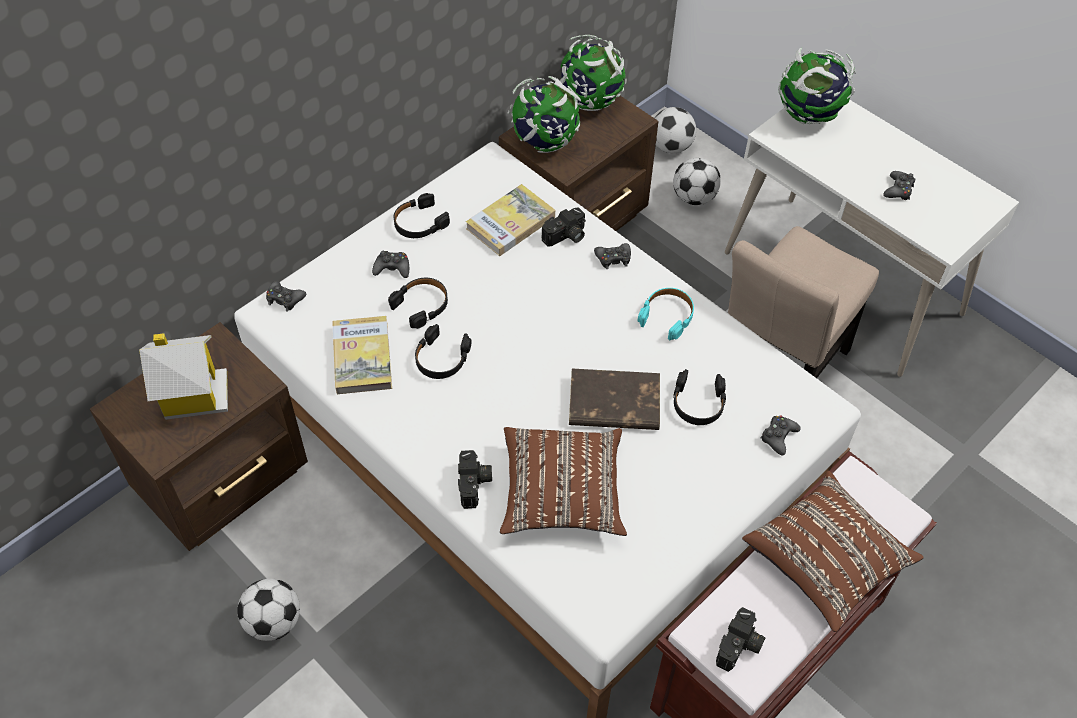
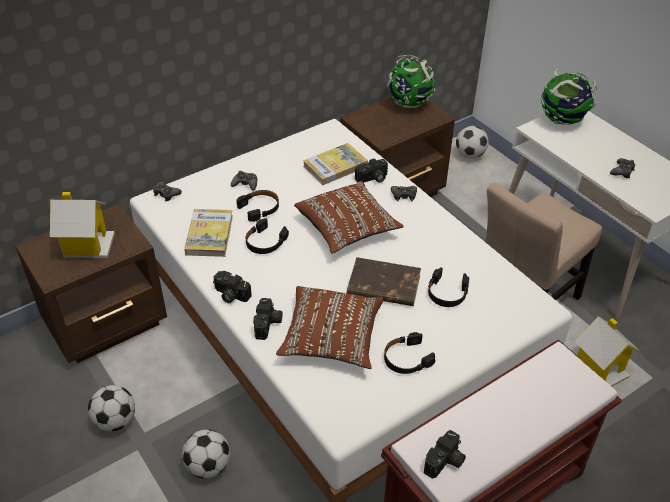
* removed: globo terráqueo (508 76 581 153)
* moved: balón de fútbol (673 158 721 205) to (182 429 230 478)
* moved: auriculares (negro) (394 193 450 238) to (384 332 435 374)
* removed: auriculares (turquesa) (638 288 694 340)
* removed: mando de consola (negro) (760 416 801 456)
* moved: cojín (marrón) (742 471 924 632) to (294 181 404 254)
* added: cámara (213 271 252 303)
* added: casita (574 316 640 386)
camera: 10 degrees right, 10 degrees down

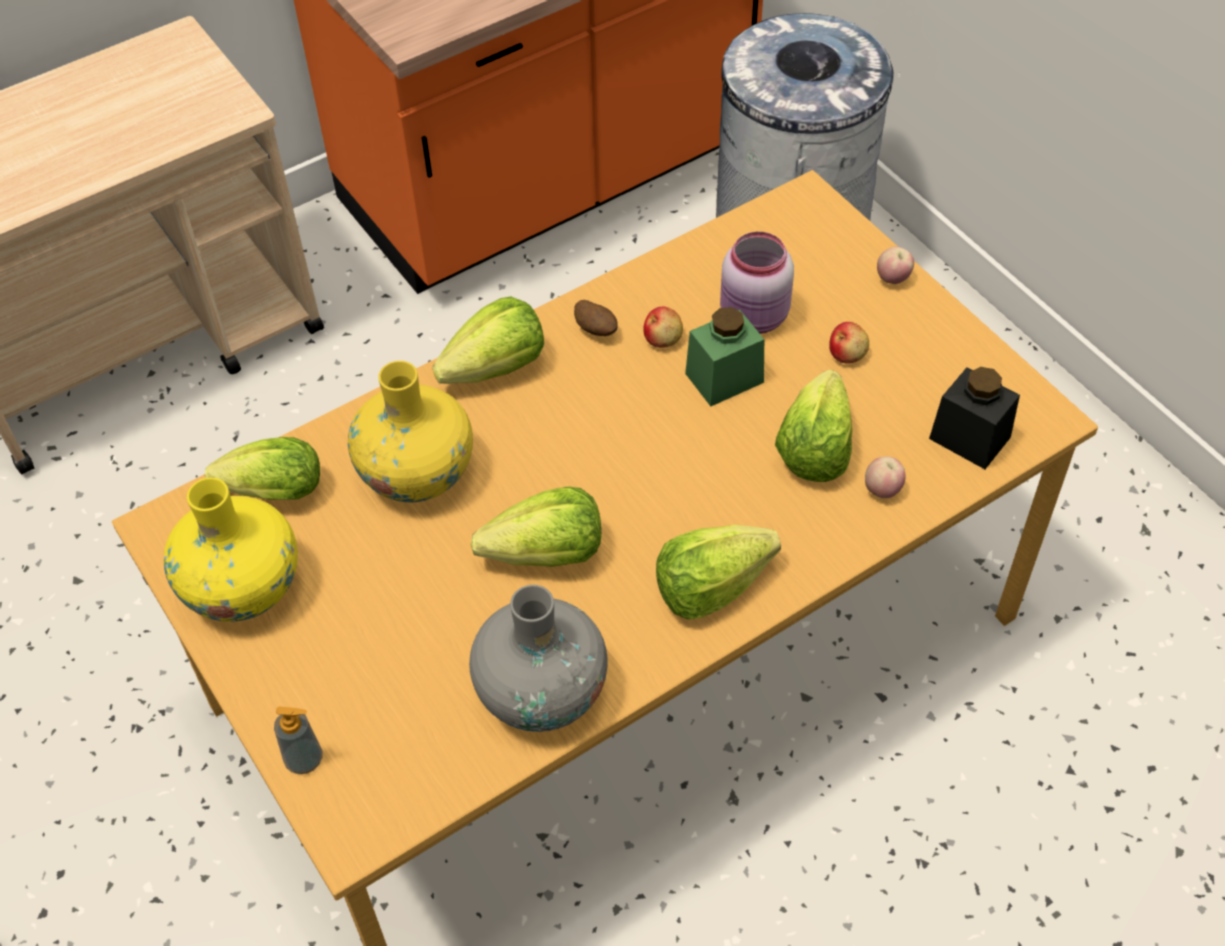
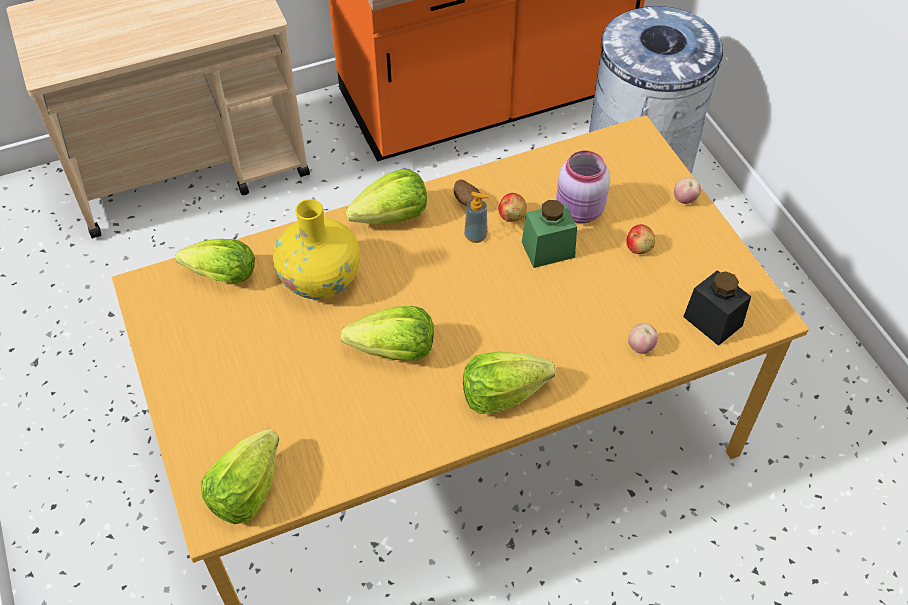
* moved: lechuga (775 370 852 482) to (201 429 279 524)
* removed: florero (amarillo) (164 478 298 622)
* removed: florero (gris) (469 585 608 732)
* moved: dispensador de jabón (274 706 322 774) to (464 192 489 243)
camera: 10 degrees right, 0 degrees up

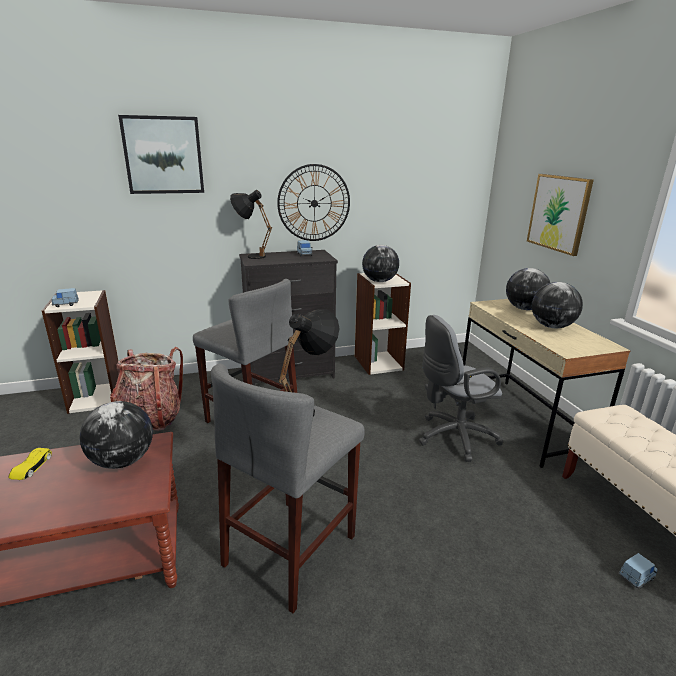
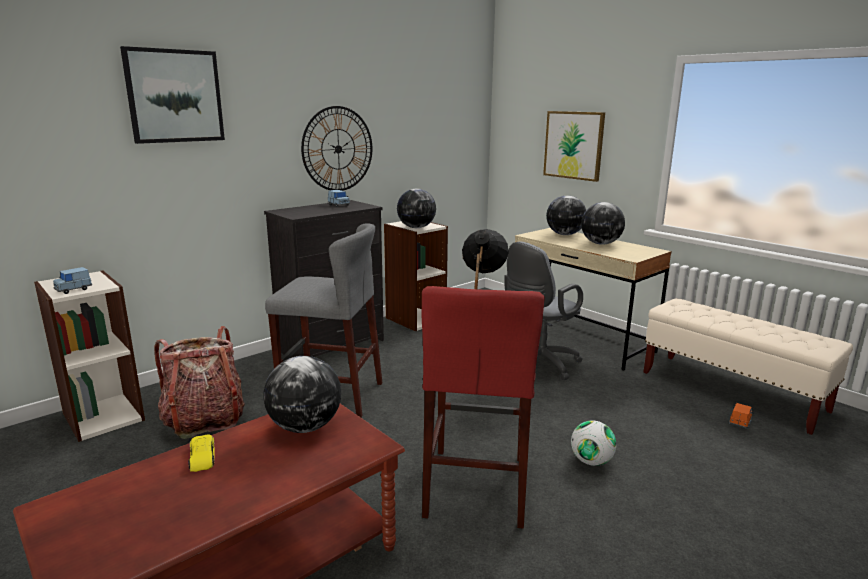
* removed: lámpara de mesa (negro) (230 190 272 259)
* recoloured: taburete (gris) (211 363 365 613) to taburete (rojo) (422 286 545 529)
* recoloured: coche de juguete (azul) (619 553 658 589) to coche de juguete (naranja) (729 403 754 429)
* added: balón de fútbol (571 420 616 466)
camera: 25 degrees left, 5 degrees down

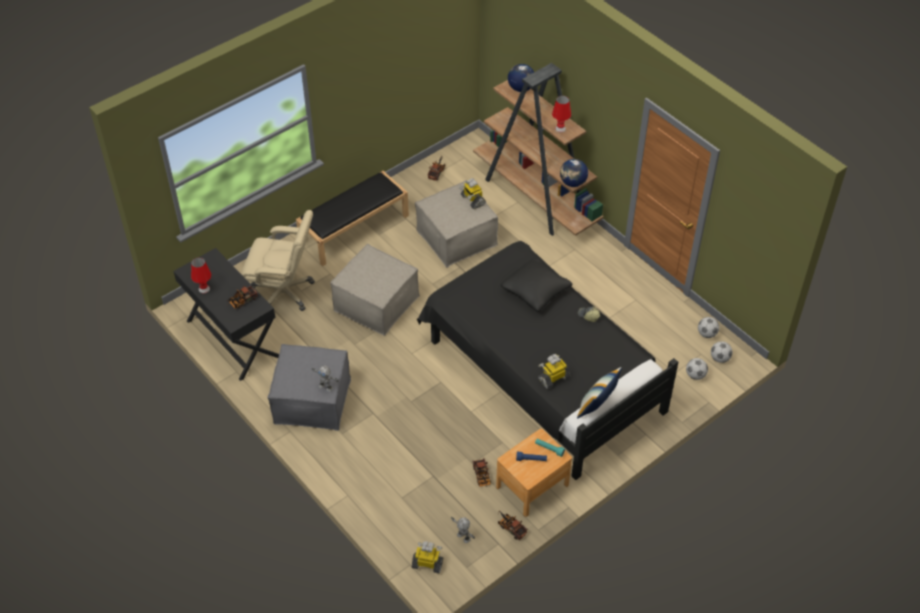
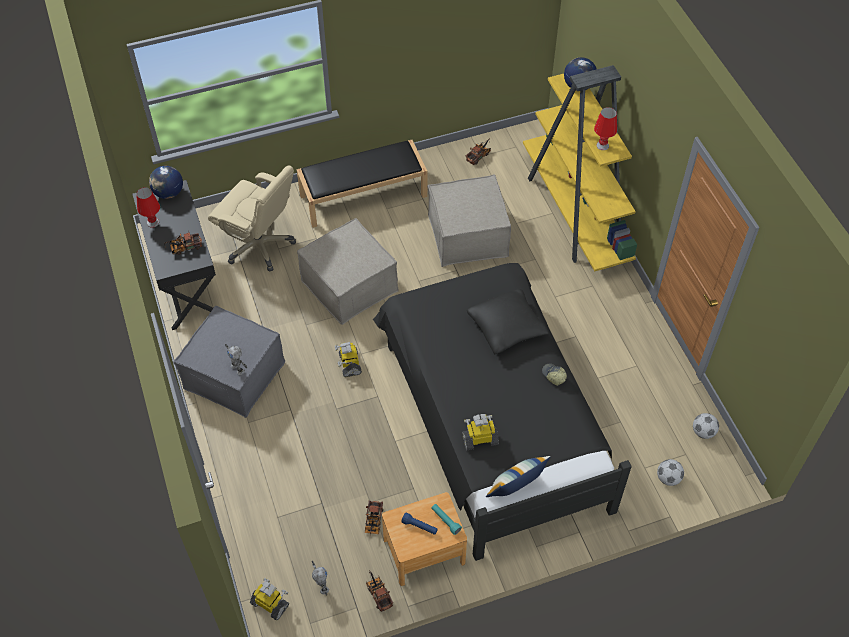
* recoloured: estantería (marrón) (473 63 604 236) to estantería (amarillo) (523 65 637 271)
* moved: globo terráqueo (560 159 588 187) to (149 166 183 199)
* moved: robot de juguete (459 178 486 209) to (335 342 362 377)
* removed: balón de fútbol (711 341 732 363)
camera: 20 degrees right, 5 degrees up

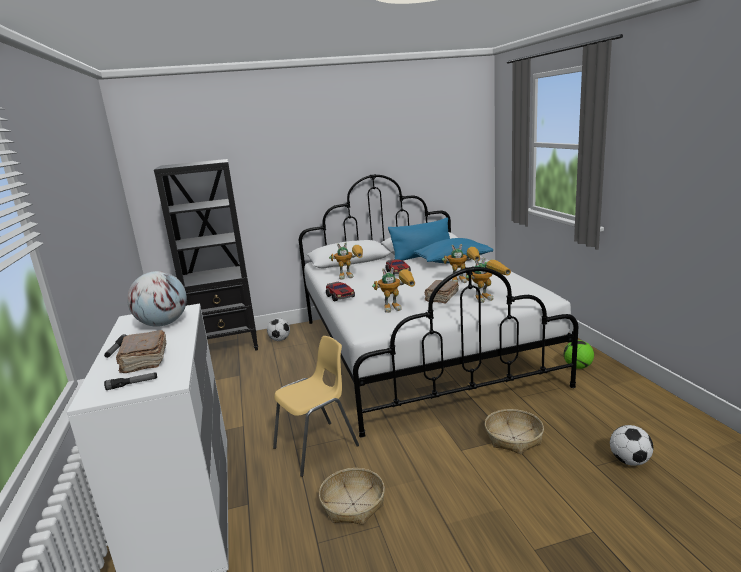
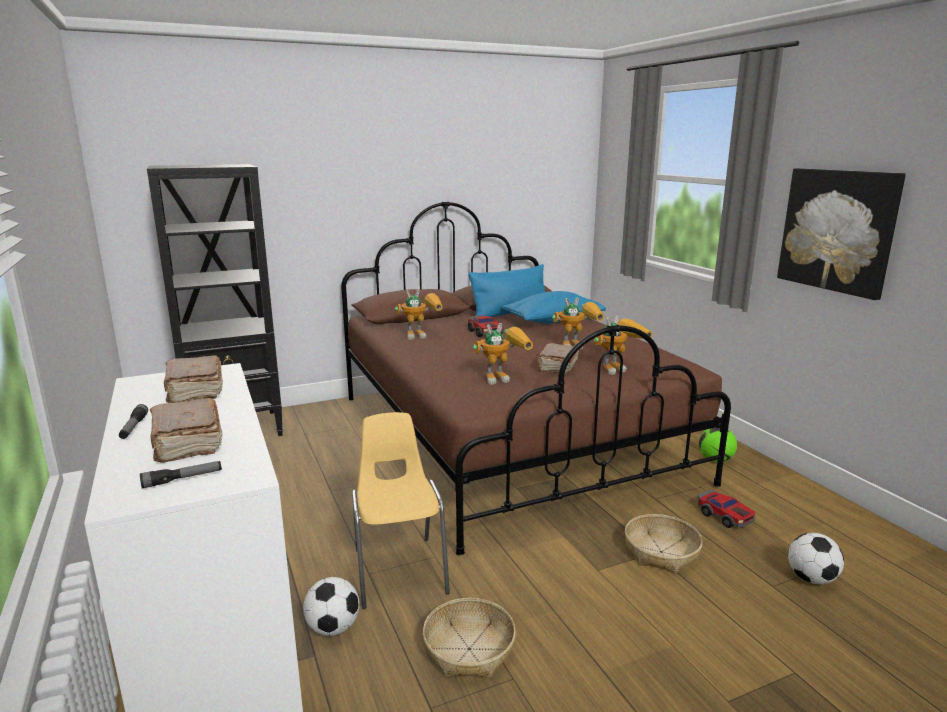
* recoloured: cama (blanco) (299 174 578 438) to cama (marrón) (341 201 731 555)
* replaced: globo terráqueo (127 271 187 327) to libro (marrón) (164 355 223 403)
* moved: coche de juguete (326 282 355 301) to (698 490 755 528)
* moved: balón de fútbol (267 318 290 341) to (303 577 360 636)
* turned: silla (amarillo) (273 336 359 477) = (352 412 450 609) 60 degrees counterclockwise
* added: cuadro (777 168 906 300)
camera: 10 degrees left, 0 degrees up

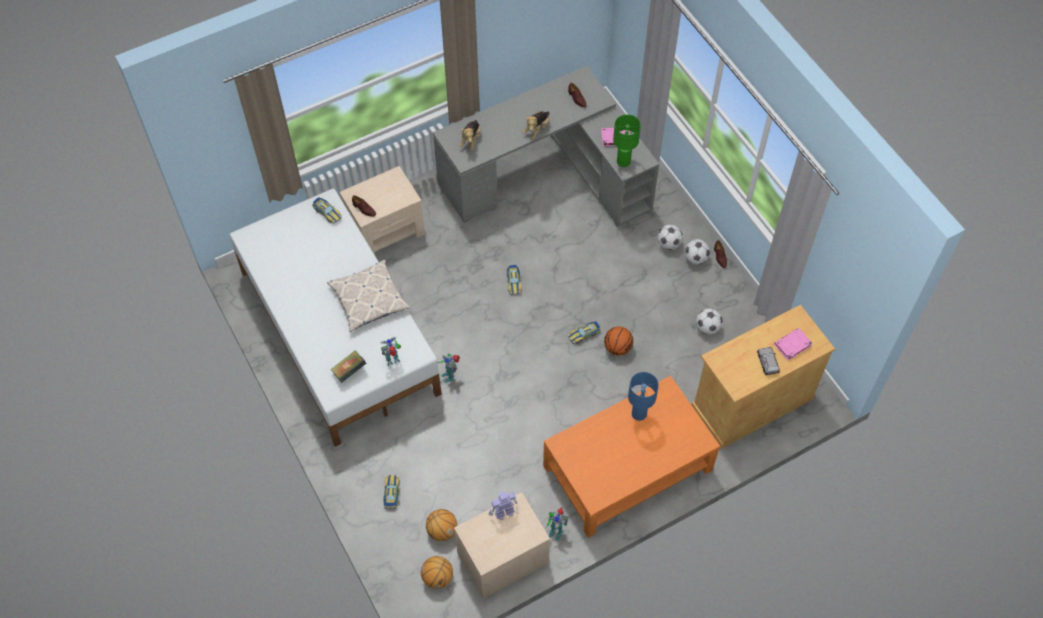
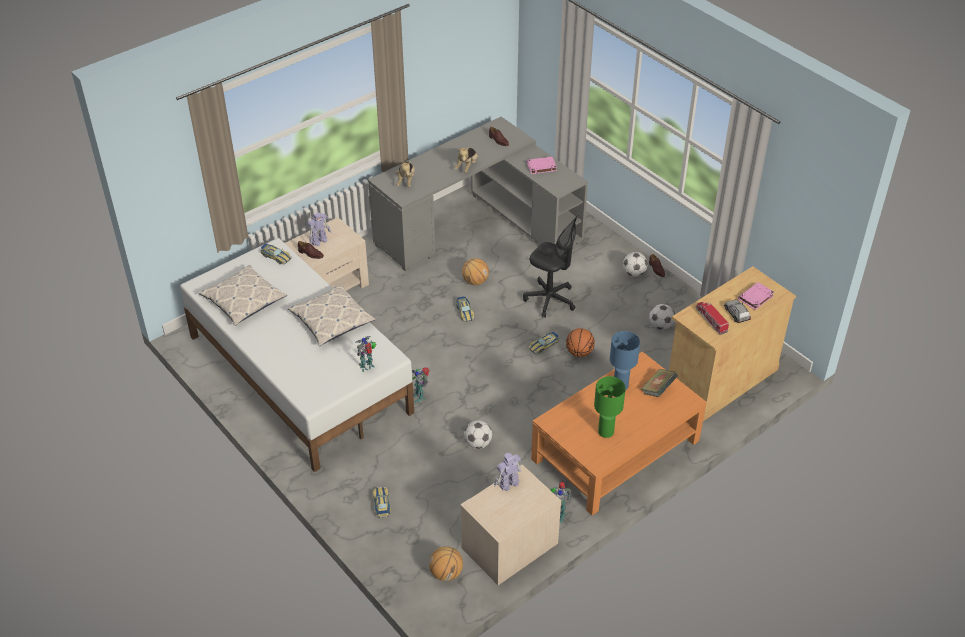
* moved: lámpara de mesa (verde) (613 115 641 167) to (594 376 626 438)
* moved: balón de fútbol (657 225 683 250) to (464 420 492 449)
* moved: libro (330 351 366 383) to (641 369 678 397)
* moved: balón de baloncesto (426 509 457 541) to (462 258 489 285)
* added: robot de juguete (308 212 331 246)
* added: silla de oficina (negro) (523 215 578 318)
* added: cojín (199 265 287 326)
* added: camión de juguete (696 302 729 335)
camera: 10 degrees left, 15 degrees down

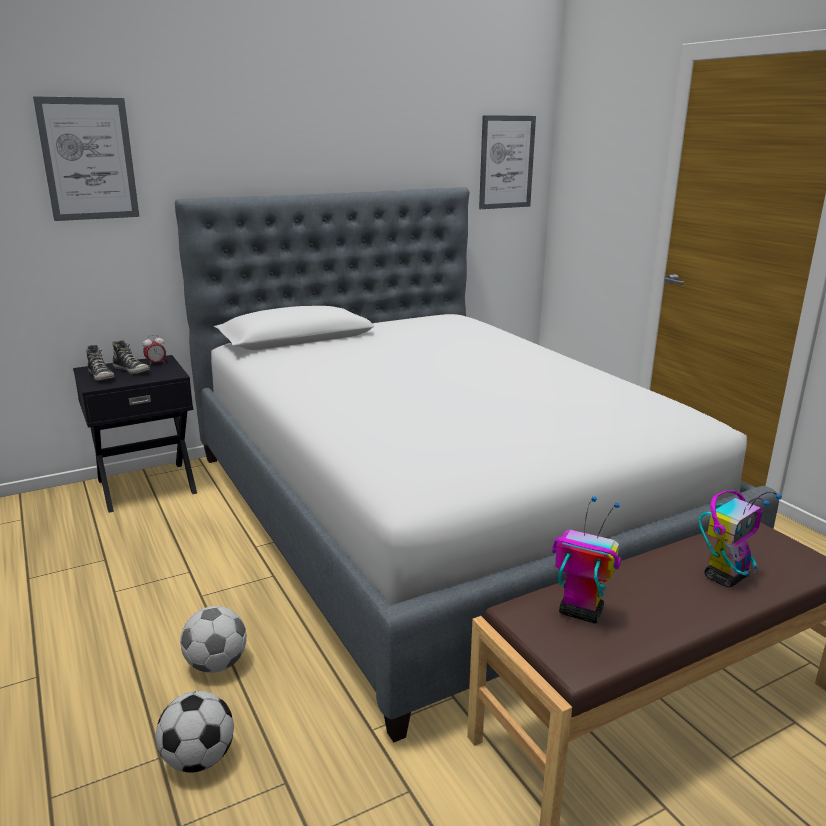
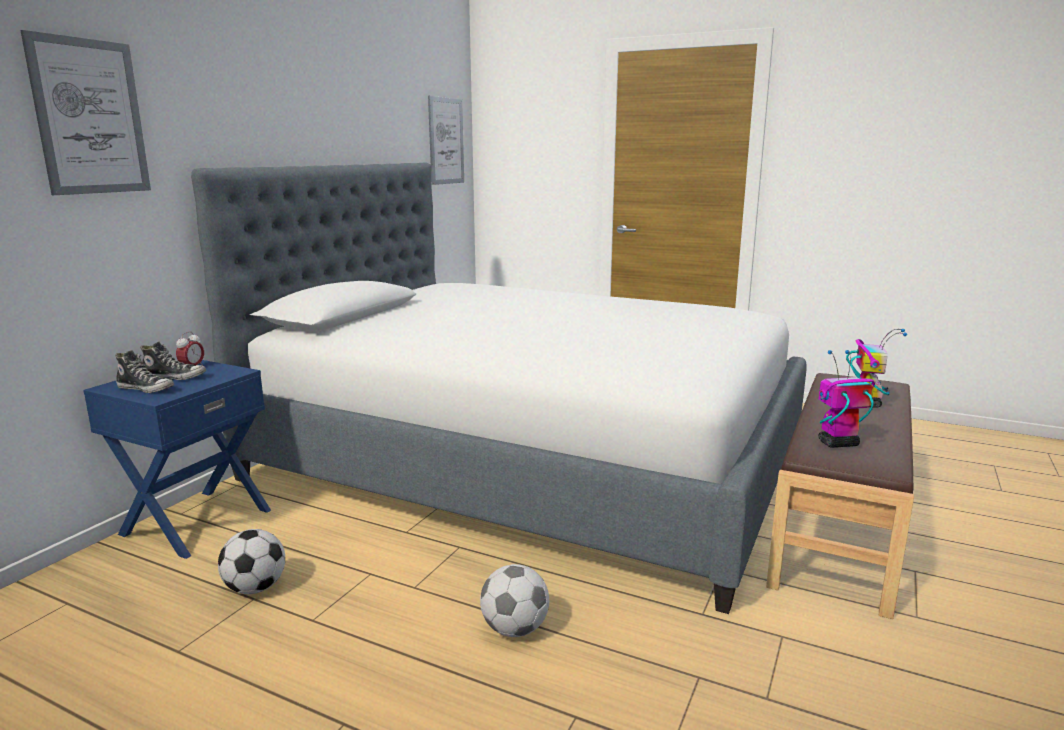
* recoloured: mesita de noche (negro) (73 355 197 513) to mesita de noche (azul) (83 360 271 559)
* moved: balón de fútbol (156 691 234 773) to (218 529 285 594)
camera: 35 degrees left, 5 degrees down

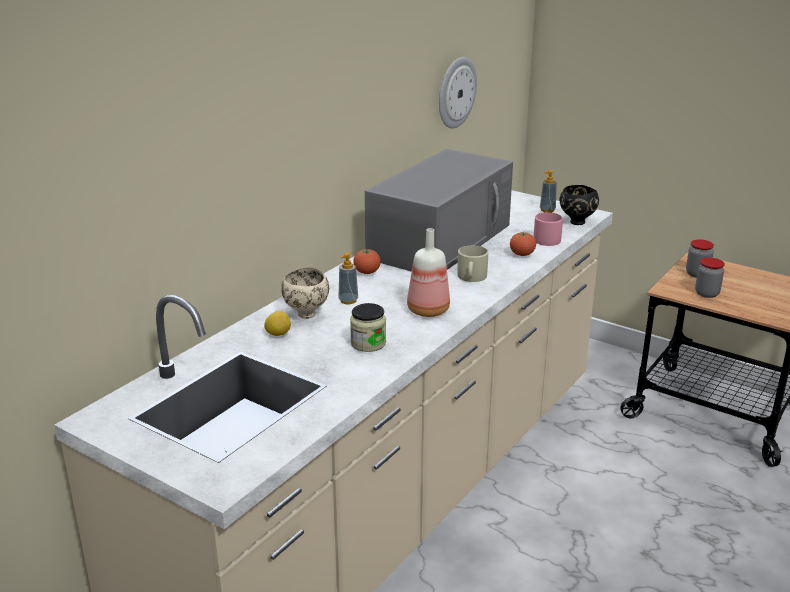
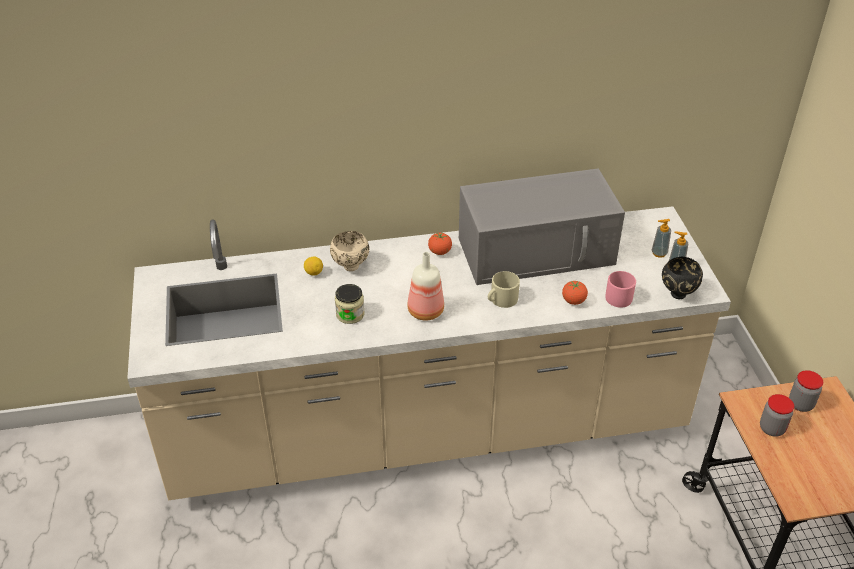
* removed: reloj de pared (439 57 477 128)
* moved: dispensador de jabón (339 252 358 304) to (652 219 671 258)
camera: 45 degrees right, 15 degrees up

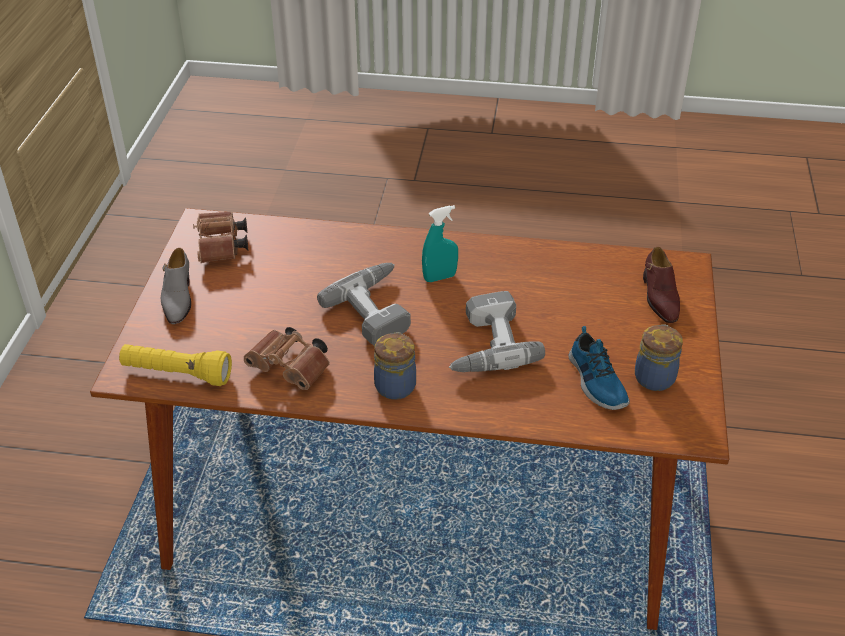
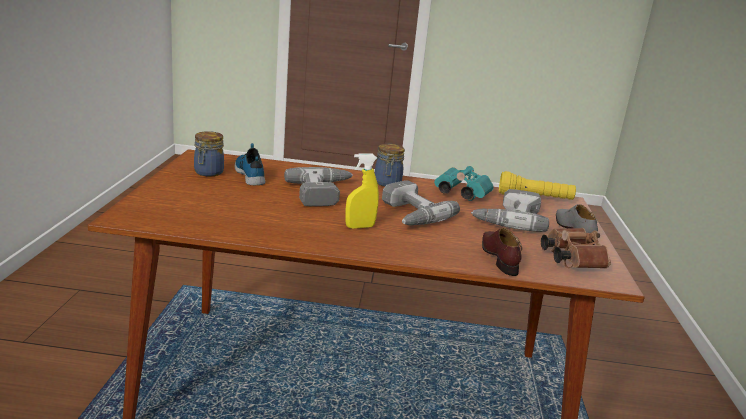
* recoloured: pulverizador (turquesa) (422 205 458 282) to pulverizador (amarillo) (345 153 379 229)
* moved: zapato (marrón) (643 247 680 323) to (482 228 522 276)
* recoloured: prismáticos (marrón) (244 327 330 390) to prismáticos (turquesa) (434 166 494 201)
* added: taladro (471 189 549 232)
camera: 175 degrees right, 20 degrees down

